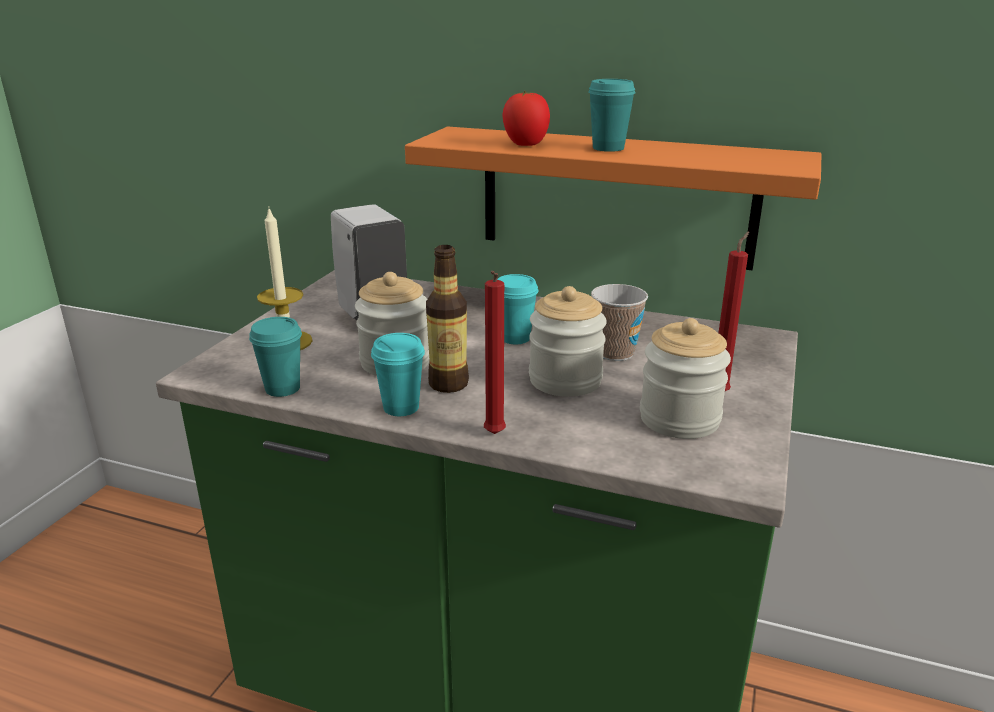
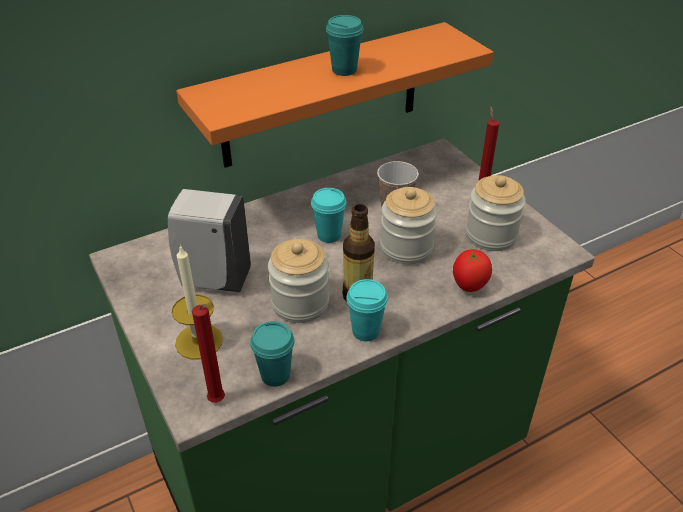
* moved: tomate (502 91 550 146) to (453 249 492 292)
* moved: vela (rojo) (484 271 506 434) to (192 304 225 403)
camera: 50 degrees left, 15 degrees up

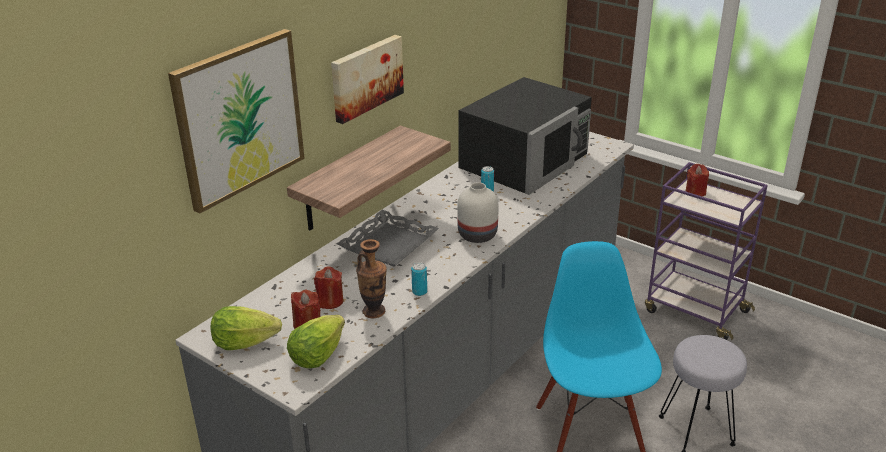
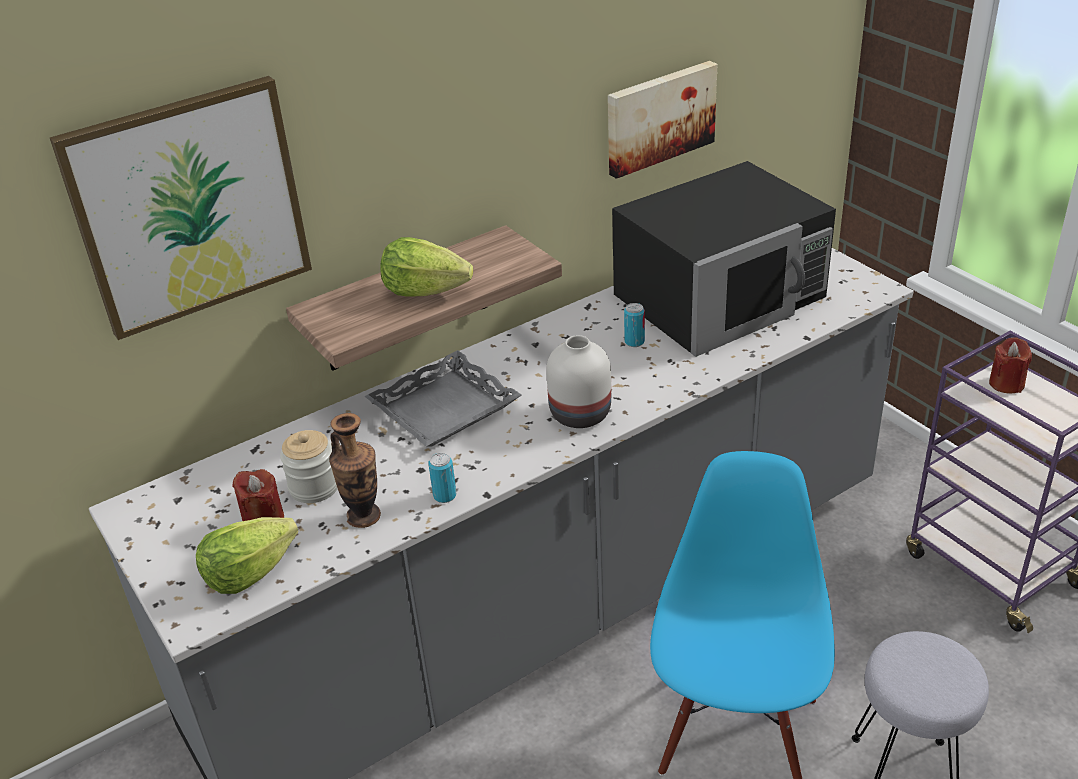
* moved: cuadro (331 35 404 124) to (608 61 717 179)
* replaced: vela (rojo) (314 266 344 309) to tarro (280 430 338 503)
* moved: lechuga (211 306 282 350) to (380 237 473 296)
camera: 20 degrees right, 5 degrees up

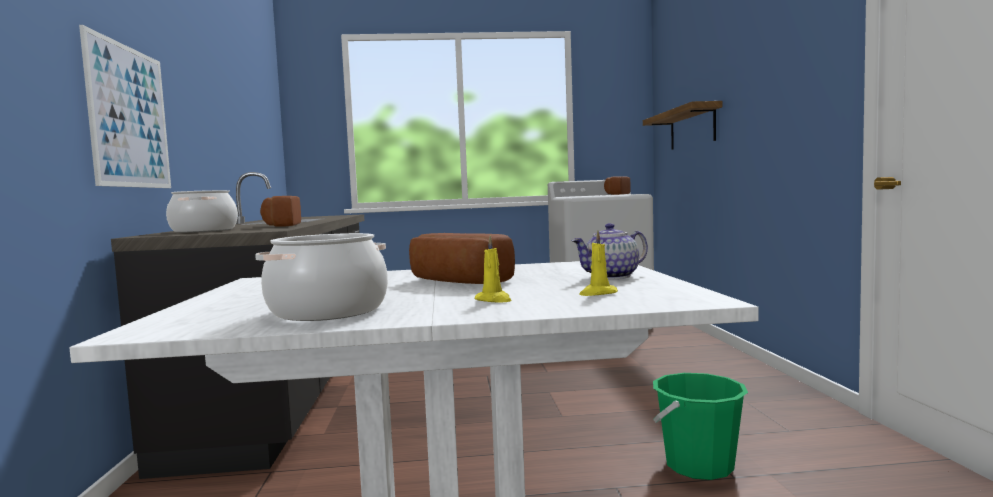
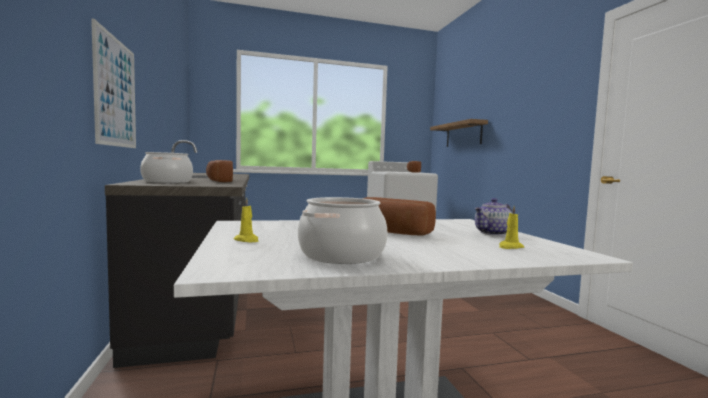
* moved: vela (amarillo) (474 236 511 303) to (234 197 259 242)
* removed: cubo (verde) (653 373 748 480)
camera: 10 degrees left, 0 degrees up

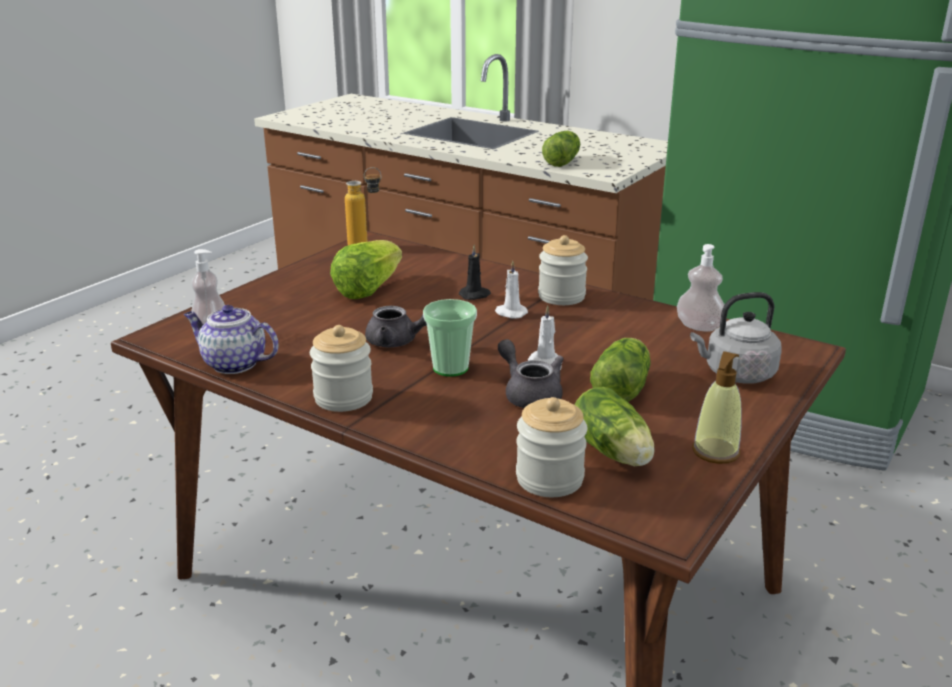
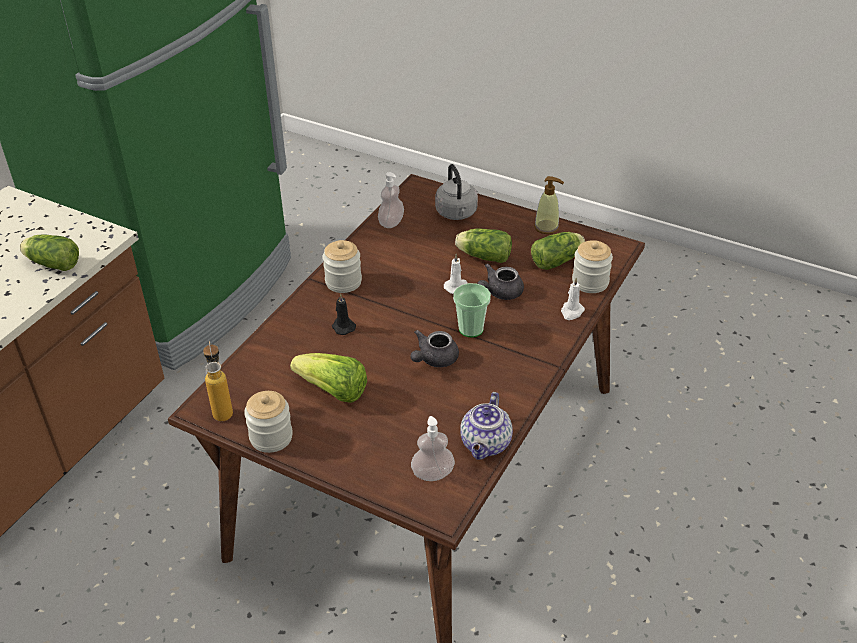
* moved: vela (blanco) (495 261 528 318) to (561 278 585 320)
* turned: tetera (gris) (365 306 427 347) = (410 330 459 367) 150 degrees counterclockwise
* moved: tarro (310 325 373 412) to (244 391 293 453)
camera: 95 degrees left, 15 degrees up

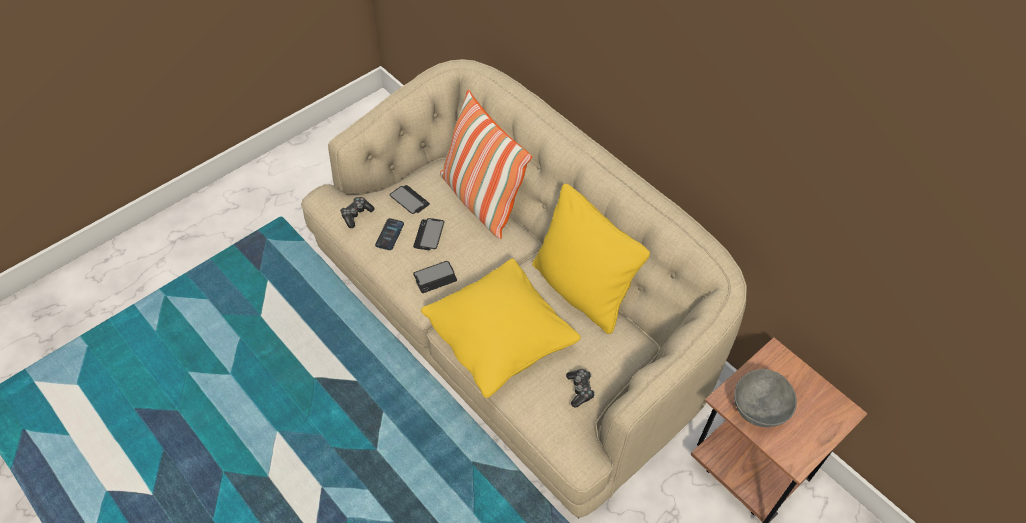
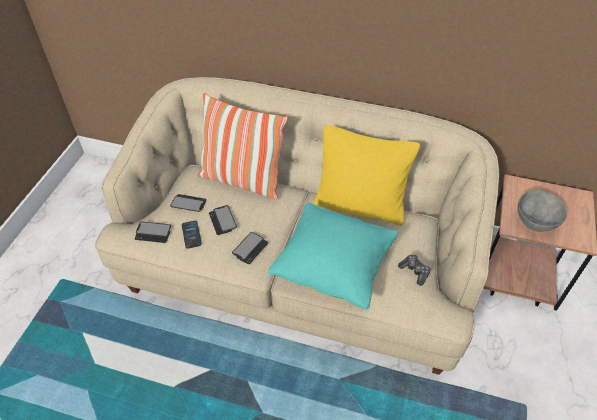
* replaced: mando de consola (340 197 375 228) to móvil (135 221 171 243)
* recoloured: cojín (amarillo) (421 259 581 398) to cojín (turquesa) (268 203 398 310)
camera: 30 degrees left, 5 degrees down

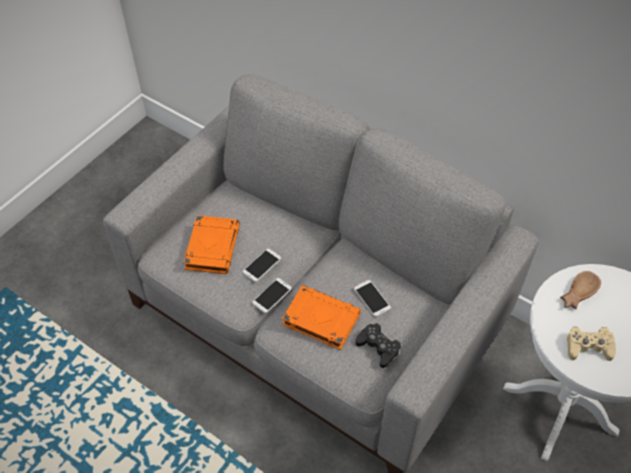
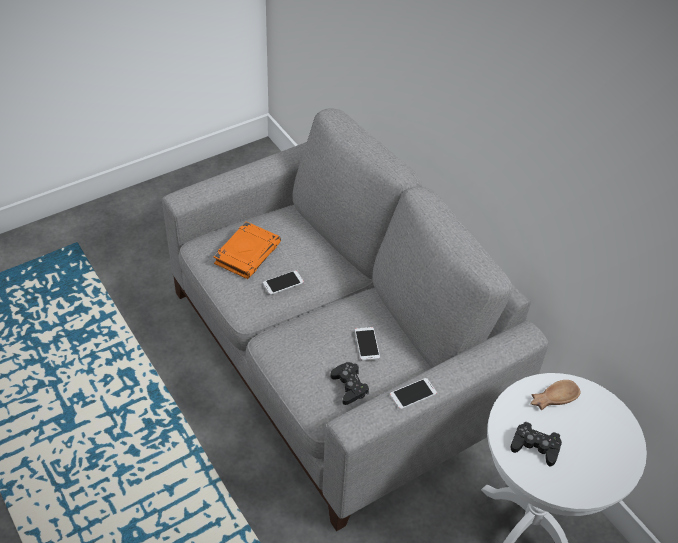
* moved: móvil (252 278 292 313) to (390 378 437 409)
* removed: libro (naranja) (282 285 361 350)
* recoloured: mando de consola (beis) (567 327 616 361) to mando de consola (negro) (511 422 562 466)
camera: 20 degrees right, 5 degrees down

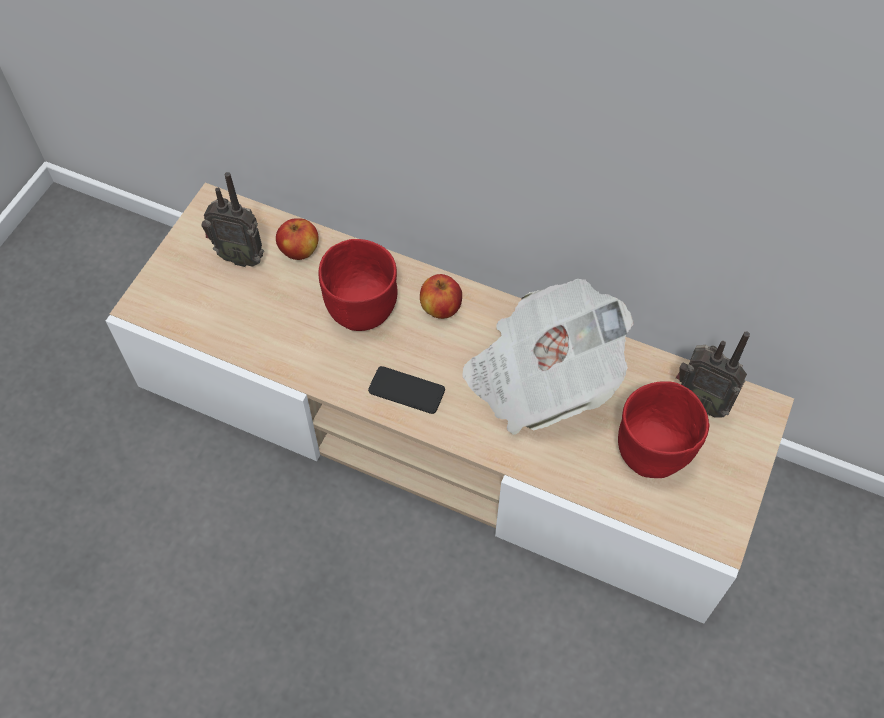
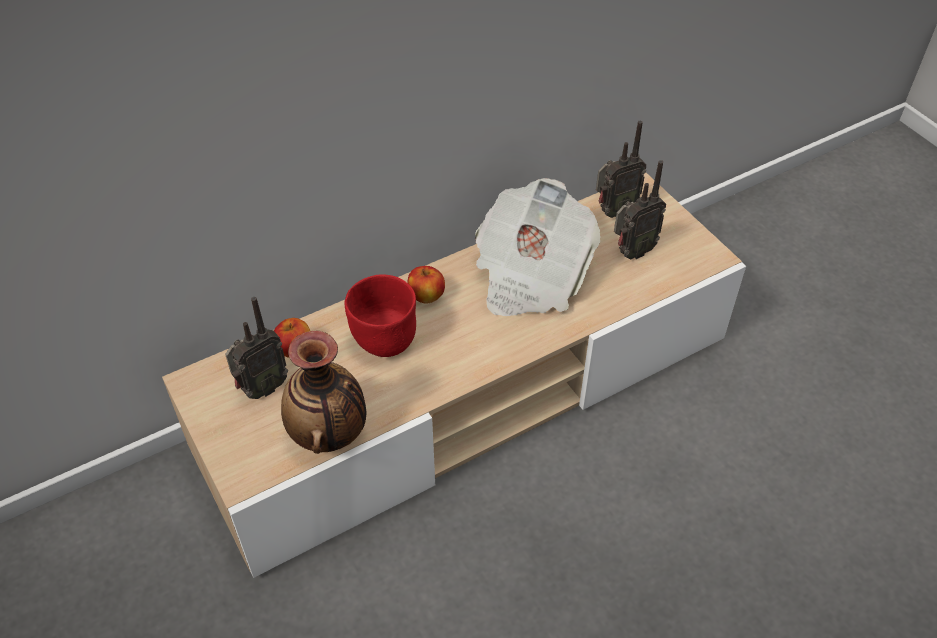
* removed: móvil (368 366 445 414)
* replaced: cuenco (rojo) (618 382 709 478) to radio (614 160 666 259)
* added: florero (281 331 366 454)
camera: 55 degrees left, 10 degrees down

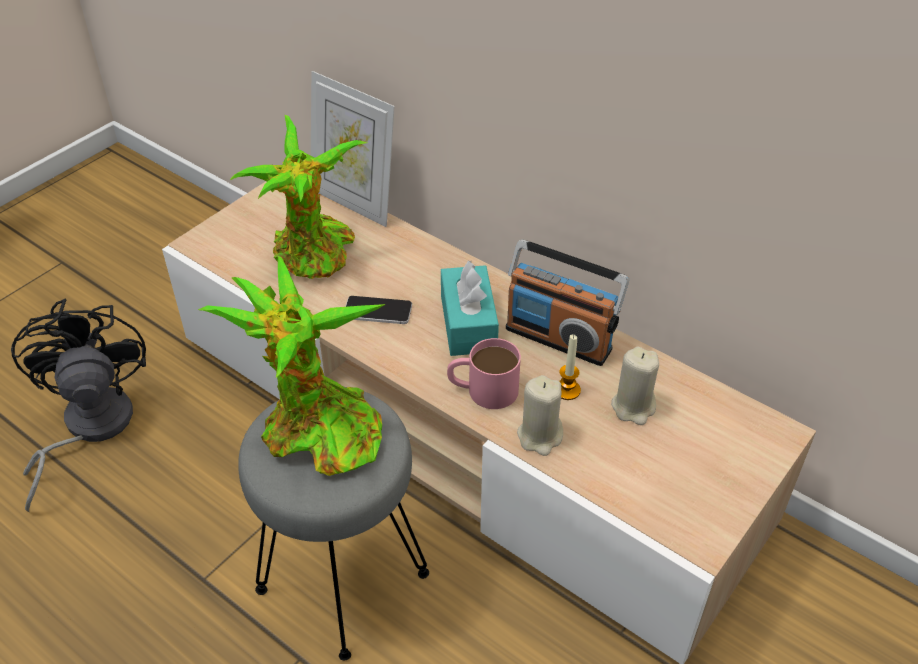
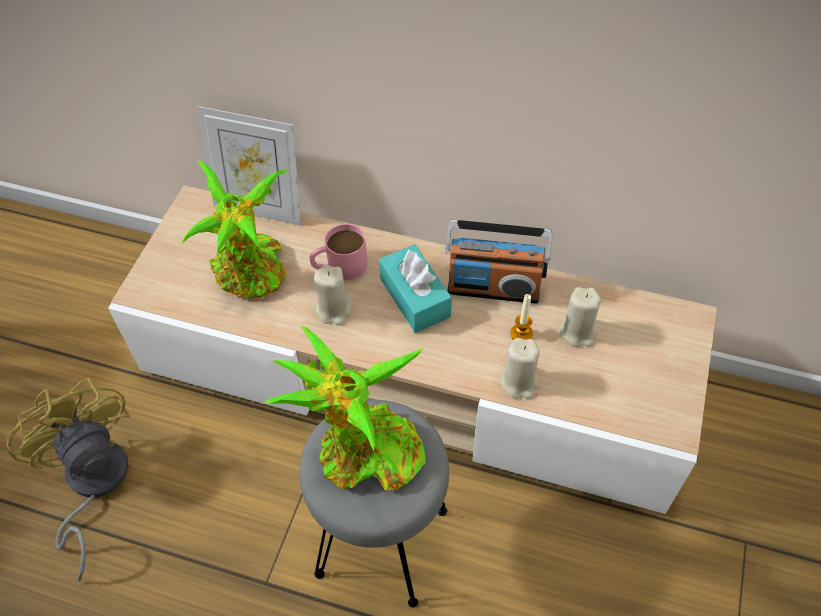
* replaced: móvil (345 296 412 324) to vela (beis) (314 265 352 325)
* recoloured: ventilador (negro) (11 299 146 512) to ventilador (amarillo) (6 378 130 581)
* moved: taza grande (rosa) (447 338 521 409) to (309 224 368 280)
camera: 20 degrees left, 10 degrees up

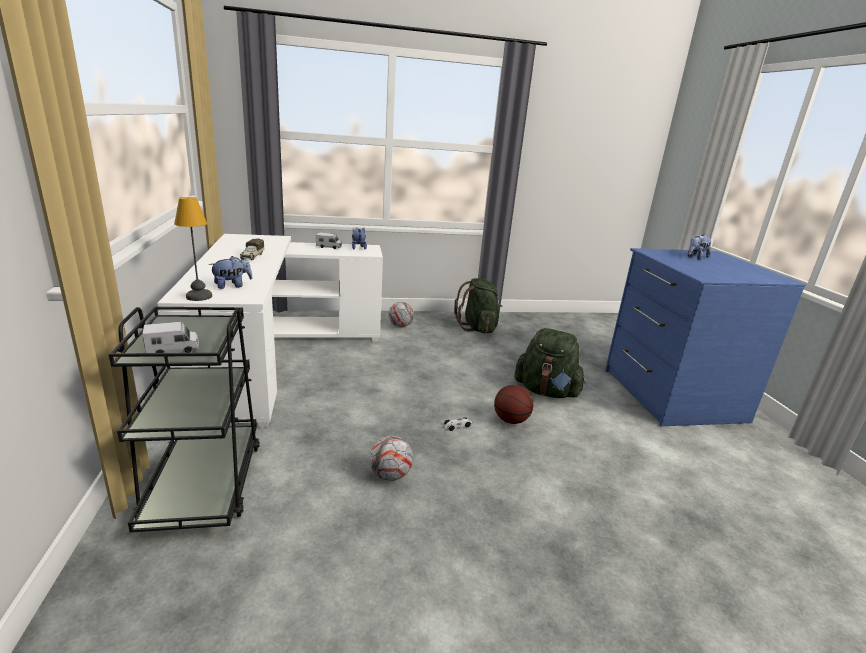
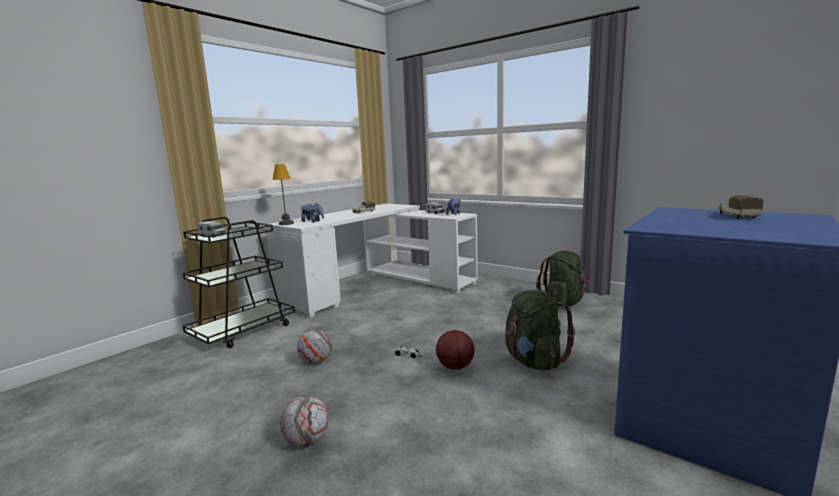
* replaced: peluche (688 233 711 259) to camión de juguete (717 195 764 219)
* moved: balón de fútbol (389 302 414 327) to (280 396 329 447)
camera: 50 degrees right, 10 degrees down

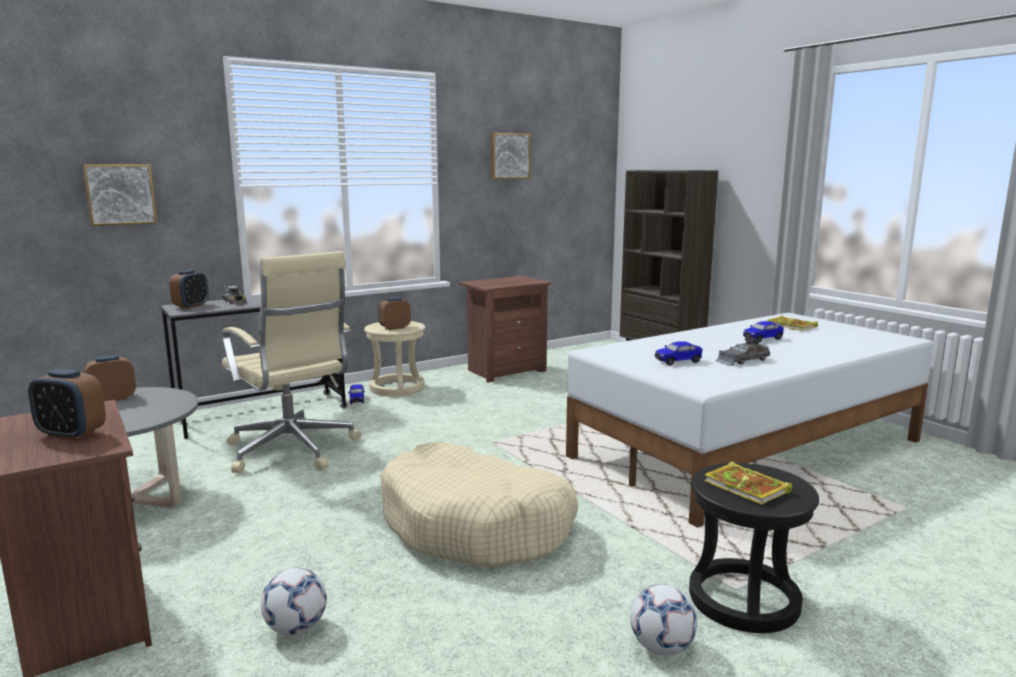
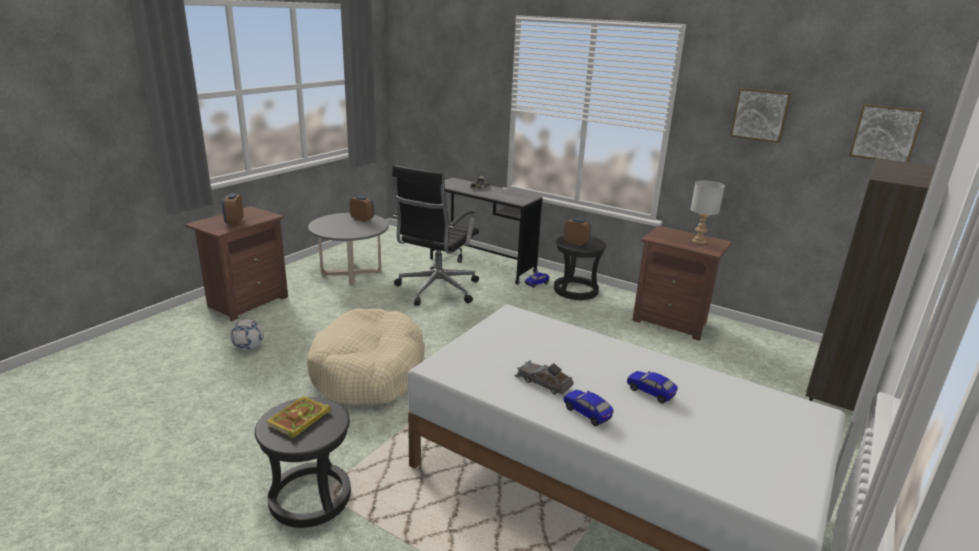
* moved: cuadro (83 164 157 226) to (849 104 925 162)
* recoloured: silla de oficina (beis) (222 251 361 474) to silla de oficina (negro) (392 165 479 306)
* removed: despertador (169 270 209 309)
* removed: libro (767 316 818 331)
* recoloured: taburete (beis) (364 321 425 397) to taburete (negro) (554 236 606 300)
* moved: coche de juguete (655 341 702 365) to (564 390 614 426)
* removed: balón de fútbol (630 584 698 655)
* added: lámpara de mesa (gris) (691 180 725 244)
camera: 65 degrees right, 10 degrees up

